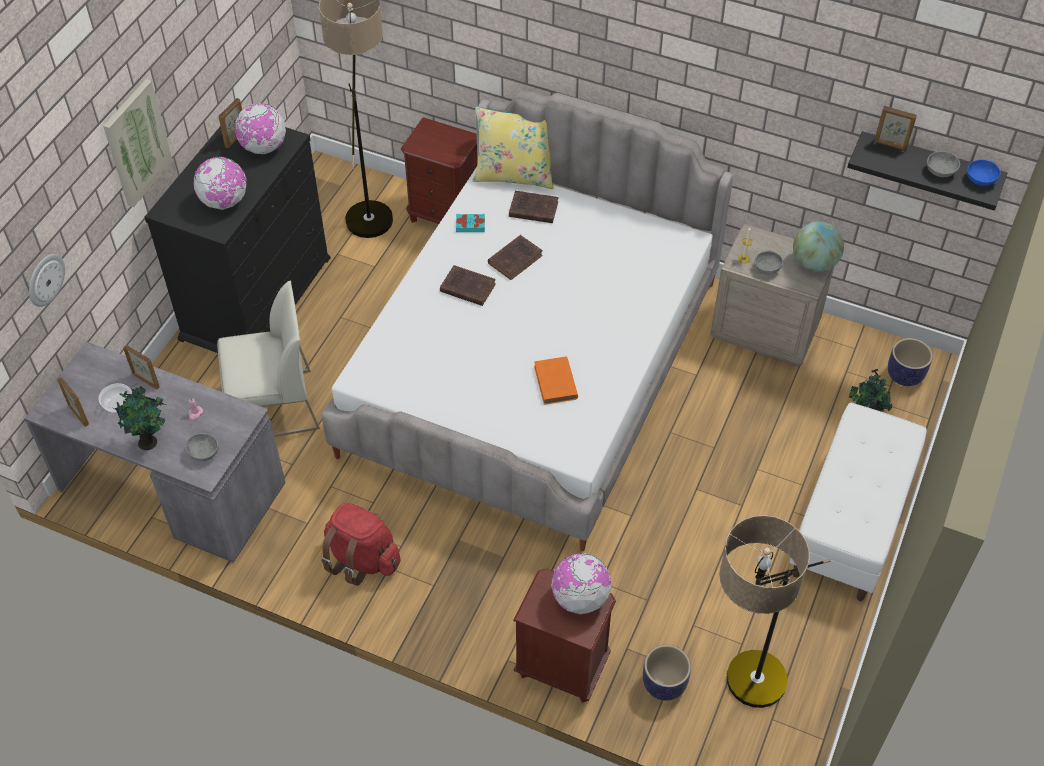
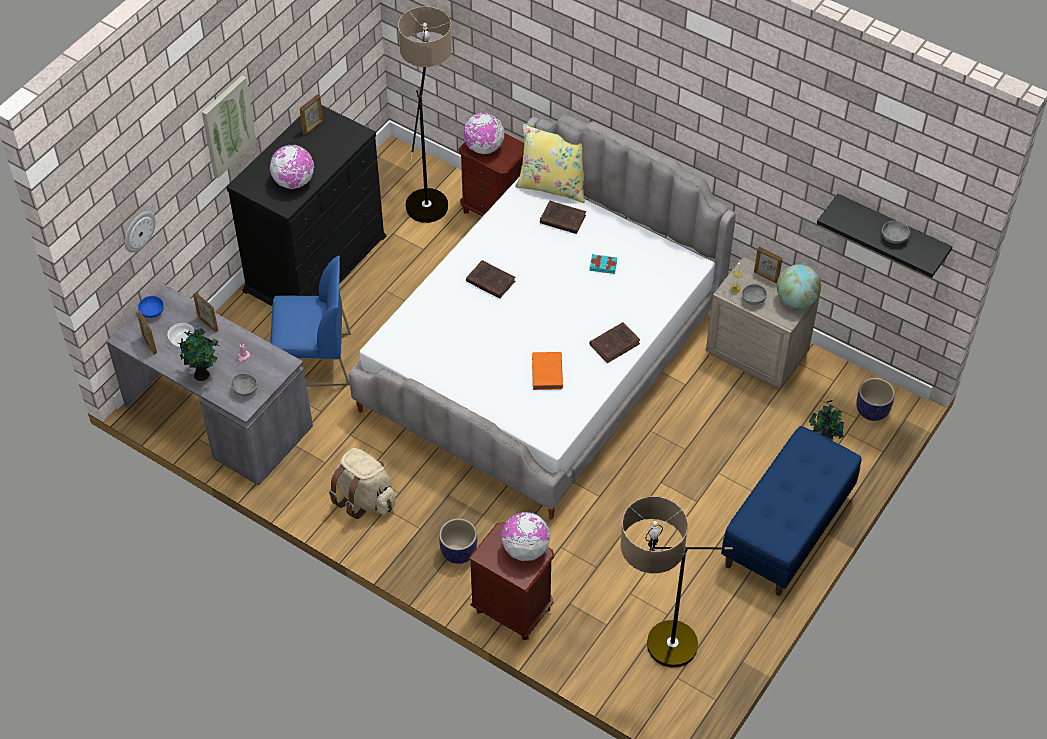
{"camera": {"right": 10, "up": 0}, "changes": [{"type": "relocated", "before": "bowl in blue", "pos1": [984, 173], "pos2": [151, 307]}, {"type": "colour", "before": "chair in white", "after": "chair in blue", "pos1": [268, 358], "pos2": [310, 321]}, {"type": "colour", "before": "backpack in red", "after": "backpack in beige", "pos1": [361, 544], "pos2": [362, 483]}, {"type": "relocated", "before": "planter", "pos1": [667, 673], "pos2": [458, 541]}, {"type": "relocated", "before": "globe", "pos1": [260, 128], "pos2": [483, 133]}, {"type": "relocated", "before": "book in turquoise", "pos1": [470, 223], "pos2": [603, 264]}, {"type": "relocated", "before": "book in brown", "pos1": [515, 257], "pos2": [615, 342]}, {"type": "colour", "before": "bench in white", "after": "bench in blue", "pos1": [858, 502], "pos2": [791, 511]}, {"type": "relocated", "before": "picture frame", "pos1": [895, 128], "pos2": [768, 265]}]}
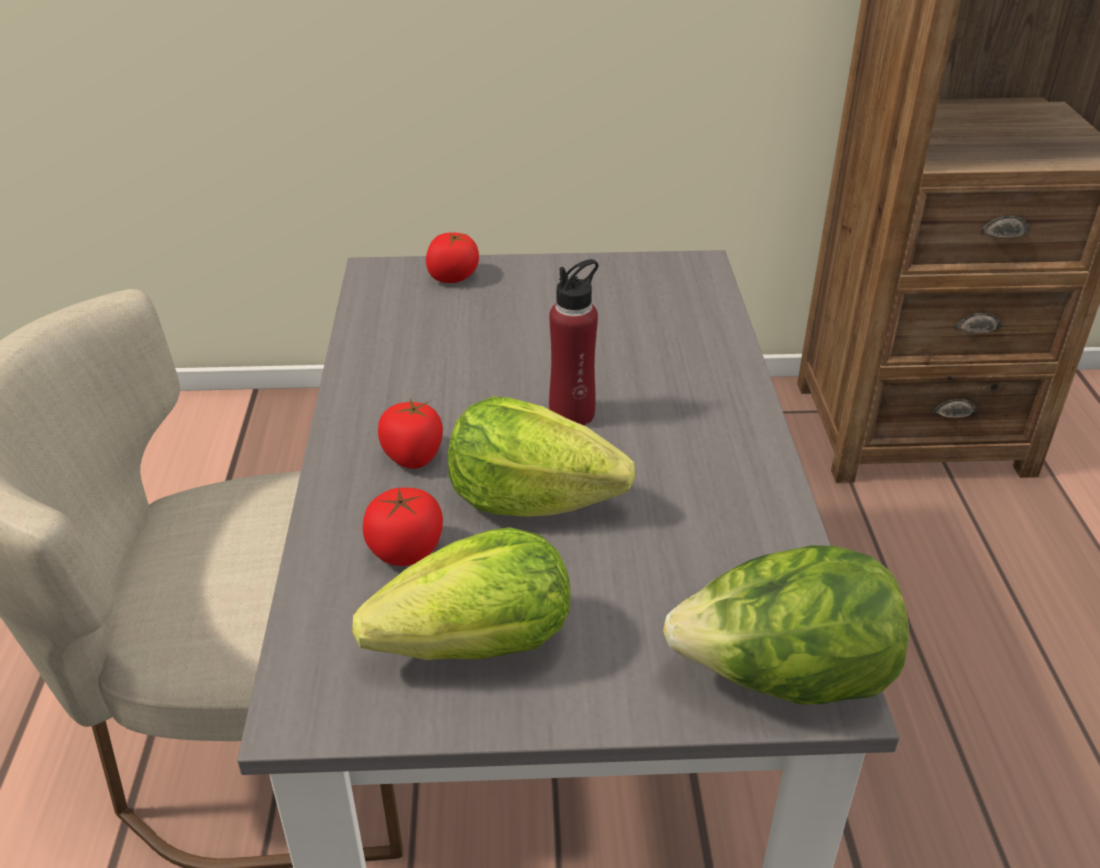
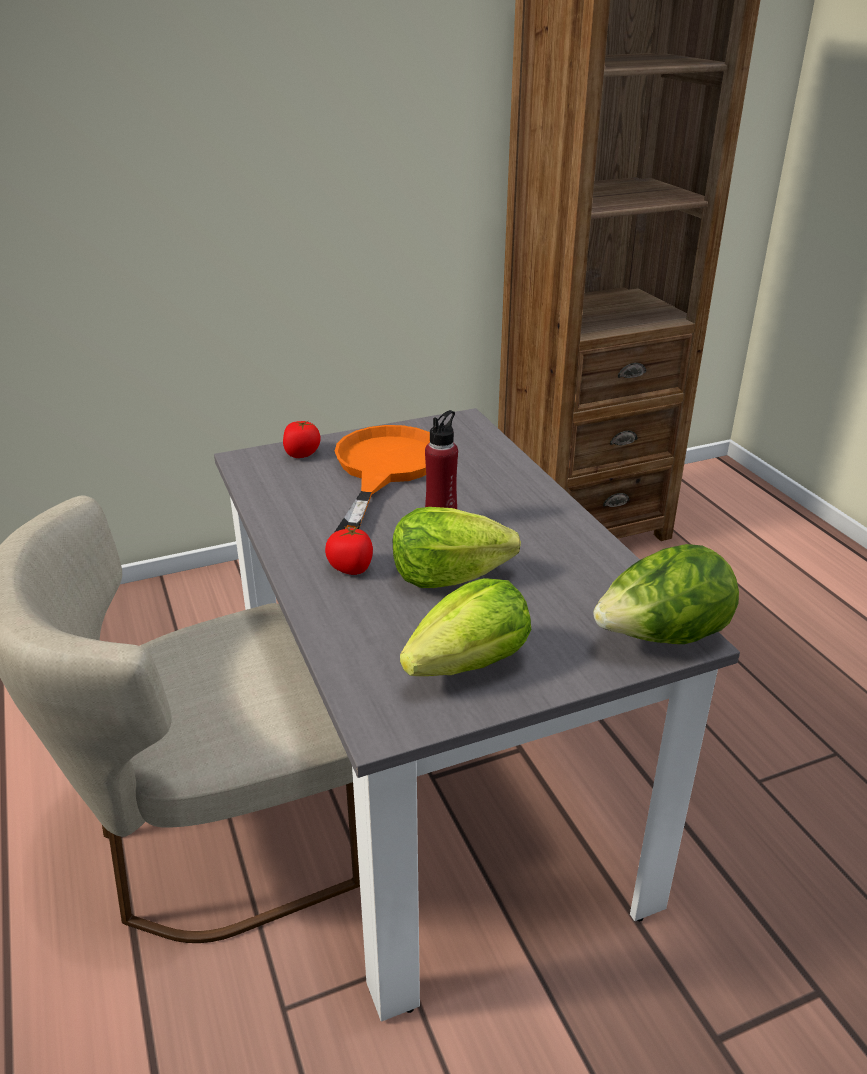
{"camera": {"right": -20, "up": -5}, "changes": [{"type": "appeared", "after": "frying pan in orange", "pos2": [382, 478]}, {"type": "missing", "before": "tomato", "pos1": [403, 527]}]}
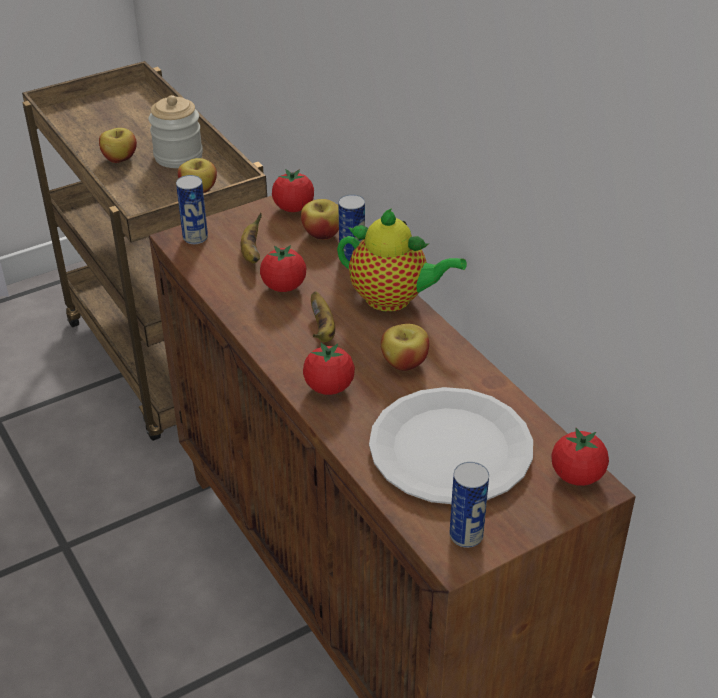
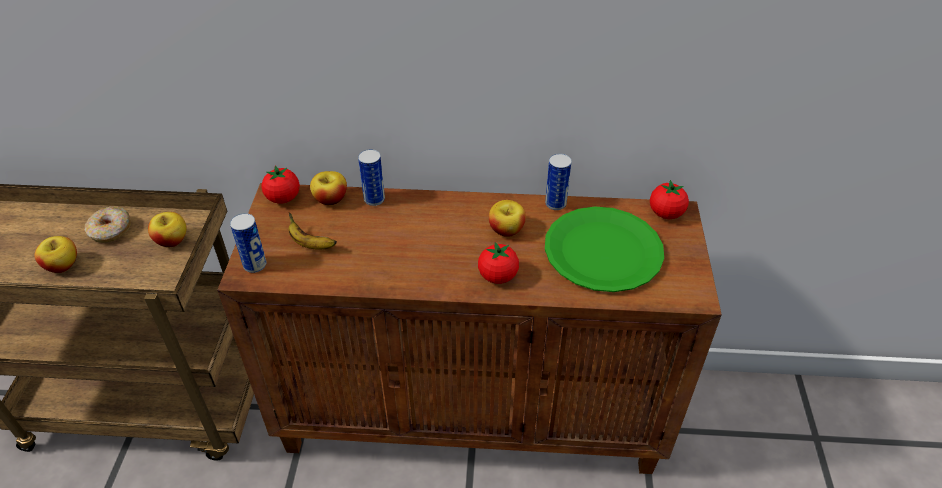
{"camera": {"right": -55, "up": 5}, "changes": [{"type": "exchanged", "before": "jar", "after": "donut", "pos1": [176, 131], "pos2": [107, 224]}, {"type": "relocated", "before": "can", "pos1": [469, 505], "pos2": [558, 181]}, {"type": "colour", "before": "plate in white", "after": "plate in green", "pos1": [451, 445], "pos2": [604, 249]}, {"type": "missing", "before": "tomato", "pos1": [283, 268]}, {"type": "missing", "before": "banana", "pos1": [323, 316]}, {"type": "missing", "before": "teapot", "pos1": [402, 260]}]}
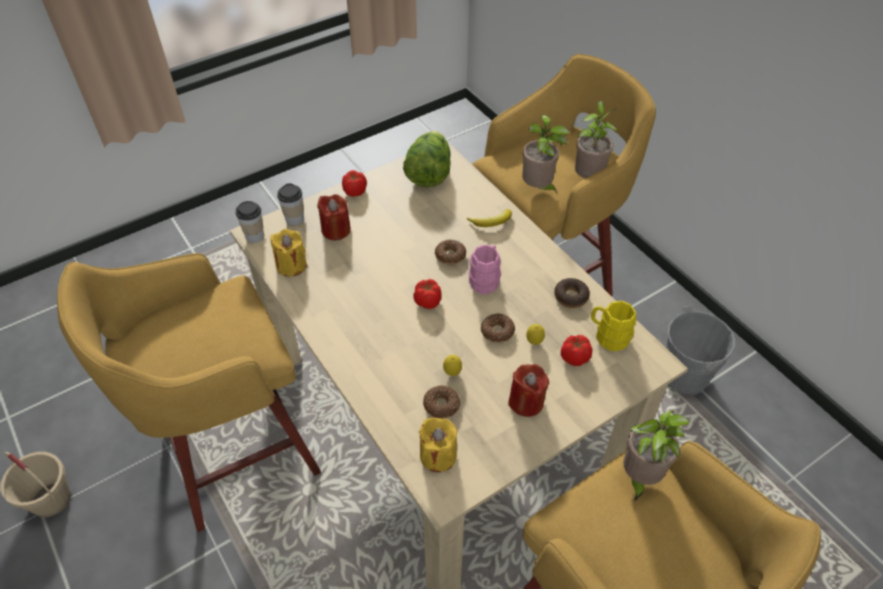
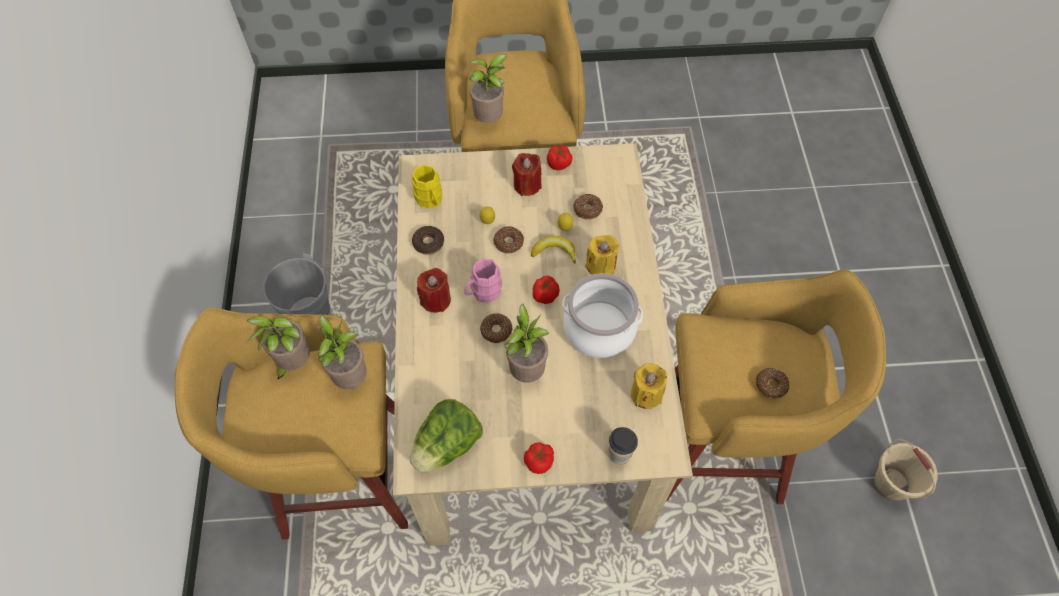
{"camera": {"right": -150, "up": 10}, "changes": [{"type": "relocated", "before": "candle in red", "pos1": [334, 217], "pos2": [434, 290]}, {"type": "appeared", "after": "potted plant", "pos2": [526, 343]}, {"type": "relocated", "before": "banana", "pos1": [489, 218], "pos2": [553, 250]}, {"type": "relocated", "before": "tomato", "pos1": [576, 350], "pos2": [559, 157]}, {"type": "appeared", "after": "cooking pot", "pos2": [602, 315]}, {"type": "relocated", "before": "candle in yellow", "pos1": [438, 445], "pos2": [602, 255]}, {"type": "appeared", "after": "donut", "pos2": [772, 383]}, {"type": "missing", "before": "cup", "pos1": [250, 222]}]}
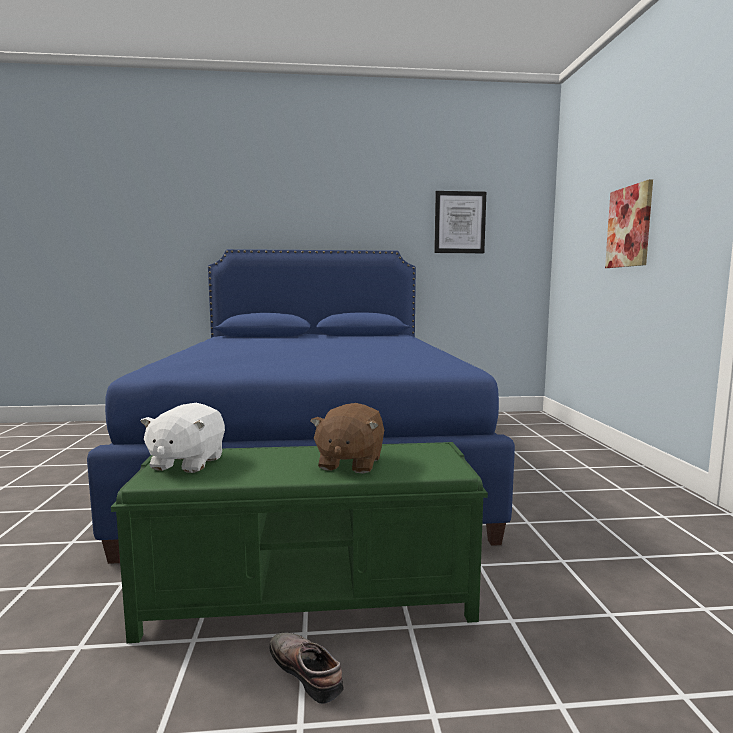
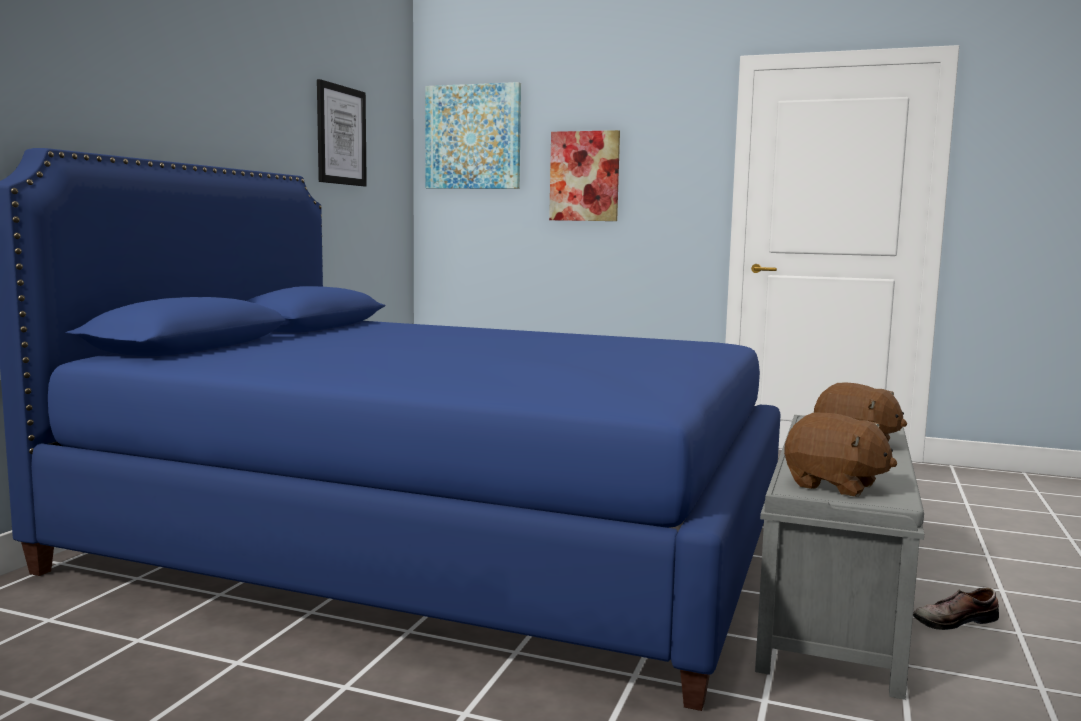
{"camera": {"right": -65, "up": 0}, "changes": [{"type": "appeared", "after": "picture", "pos2": [473, 135]}, {"type": "colour", "before": "bench in green", "after": "bench in grey", "pos1": [299, 542], "pos2": [839, 557]}, {"type": "colour", "before": "plush toy in white", "after": "plush toy in brown", "pos1": [182, 438], "pos2": [840, 455]}]}
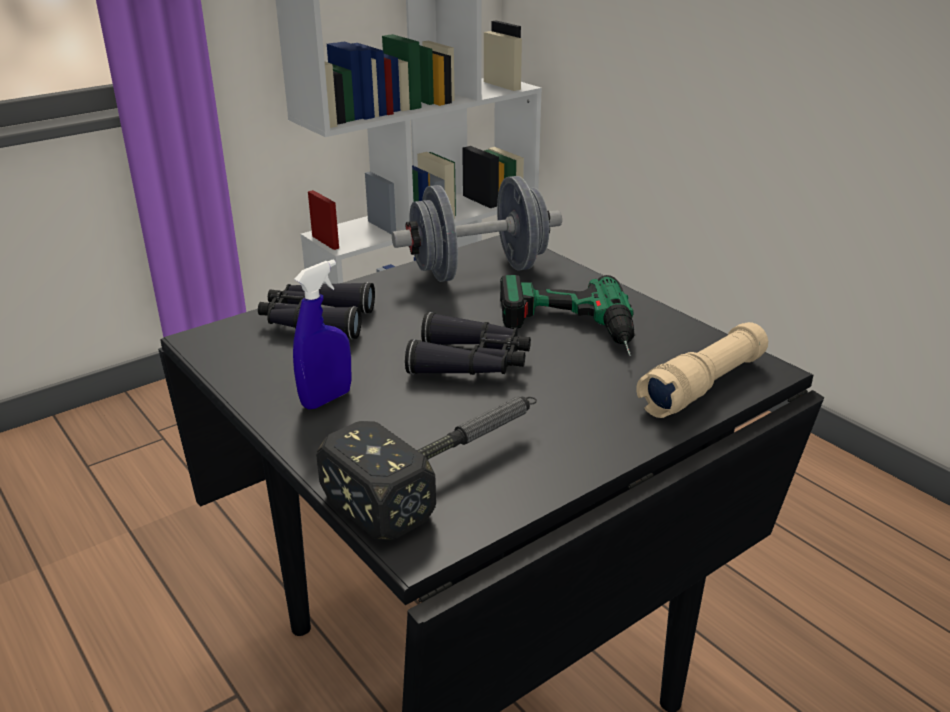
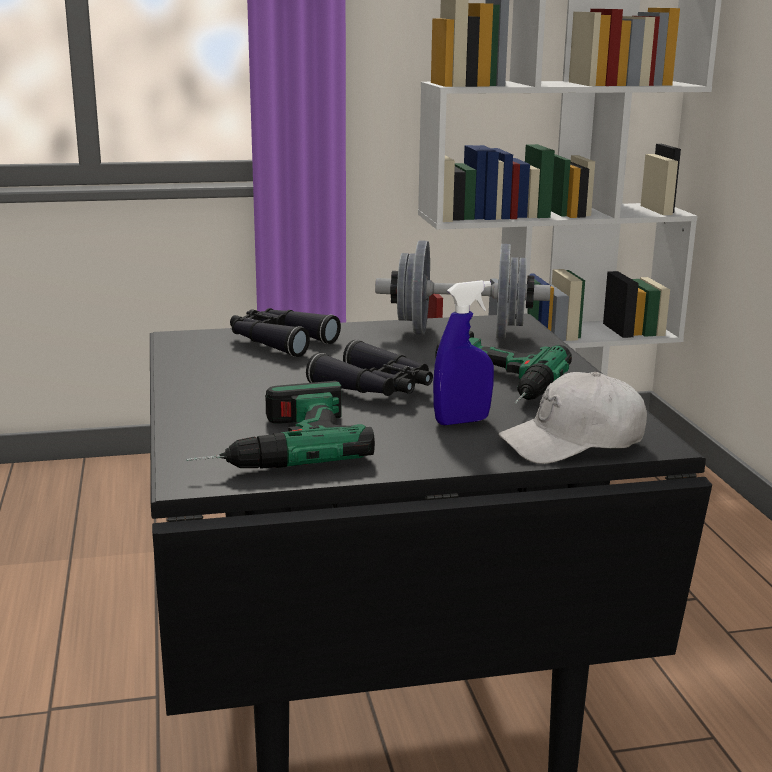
{"camera": {"right": 25, "up": -10}, "changes": [{"type": "exchanged", "before": "hammer", "after": "power drill", "pos1": [426, 468], "pos2": [281, 425]}, {"type": "relocated", "before": "spray bottle in blue", "pos1": [322, 335], "pos2": [463, 352]}, {"type": "exchanged", "before": "flashlight in beige", "after": "cap in white", "pos1": [702, 370], "pos2": [572, 418]}]}
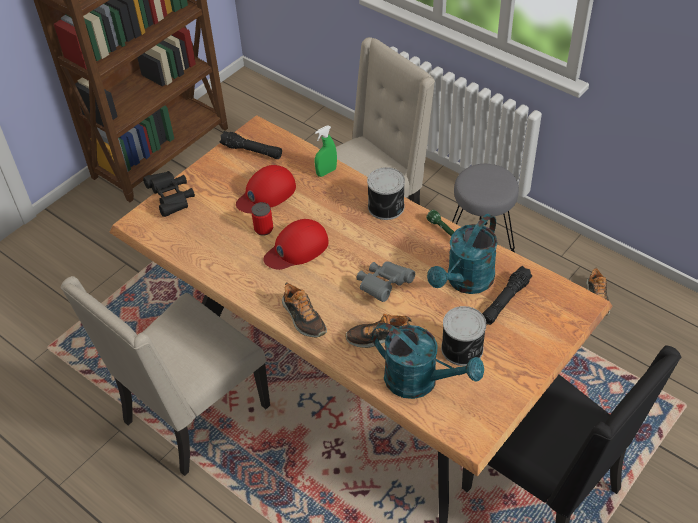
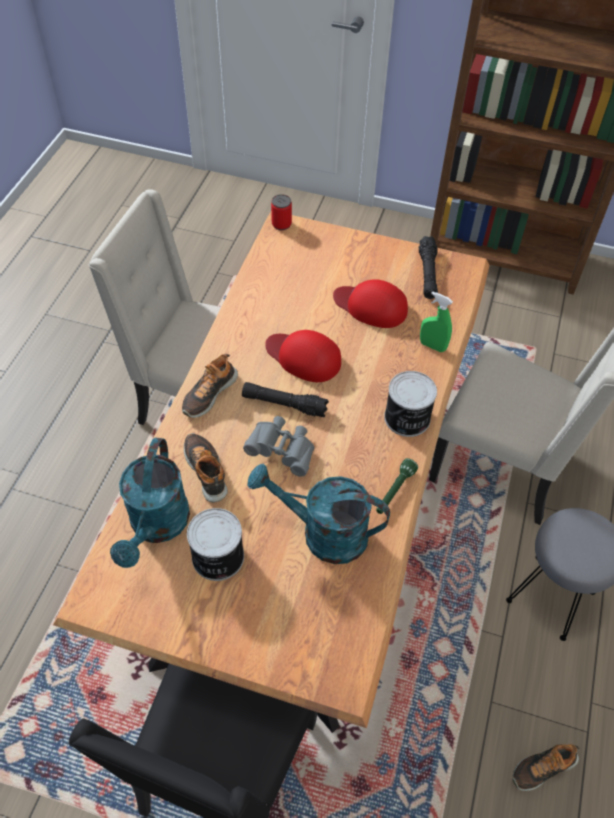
{"camera": {"right": 65, "up": 5}, "changes": [{"type": "relocated", "before": "flashlight in black", "pos1": [507, 295], "pos2": [285, 399]}, {"type": "relocated", "before": "can", "pos1": [262, 219], "pos2": [281, 212]}, {"type": "missing", "before": "binoculars in black", "pos1": [169, 194]}]}
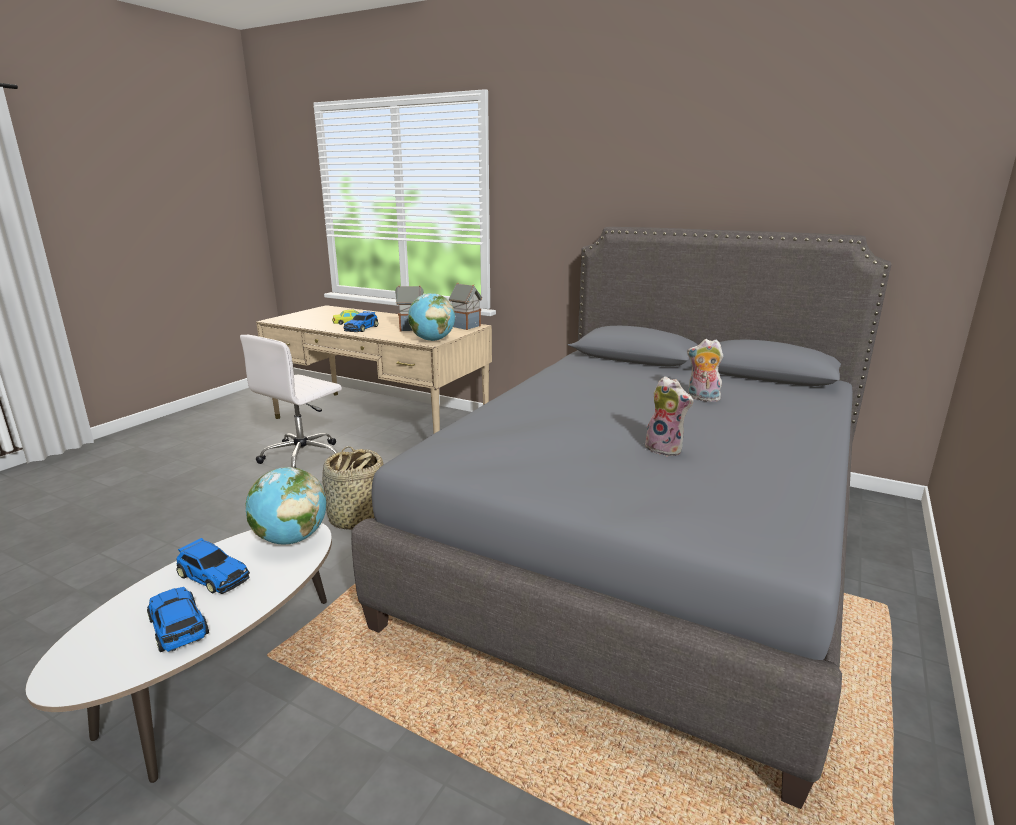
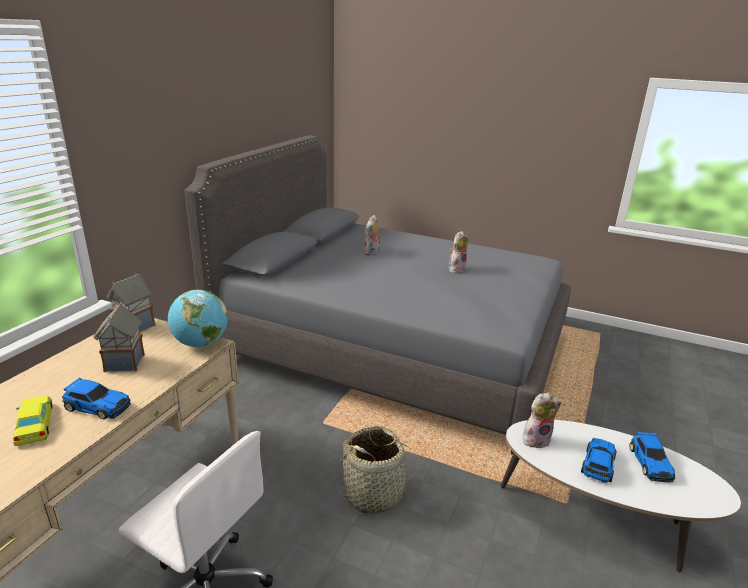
{"camera": {"right": -95, "up": 5}, "changes": [{"type": "exchanged", "before": "globe", "after": "plush toy", "pos1": [286, 505], "pos2": [542, 420]}, {"type": "spun", "before": "toy car", "pos1": [178, 619], "pos2": [652, 457], "turn": -45}]}
